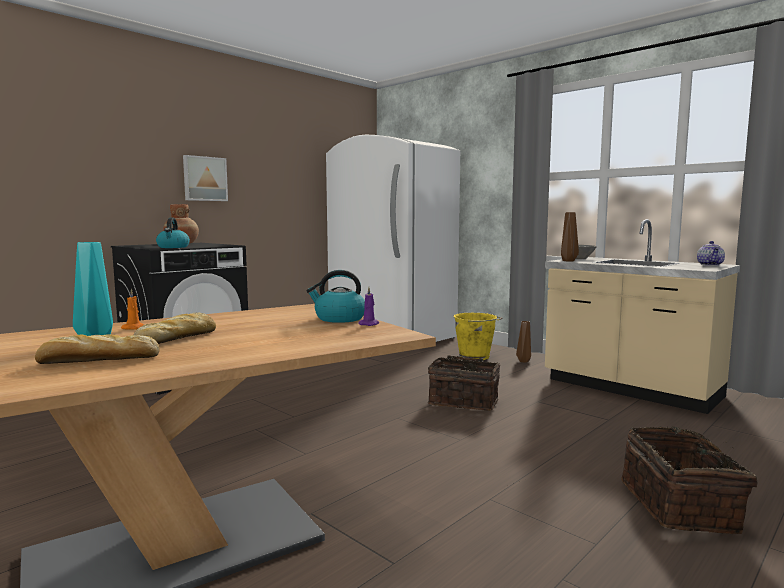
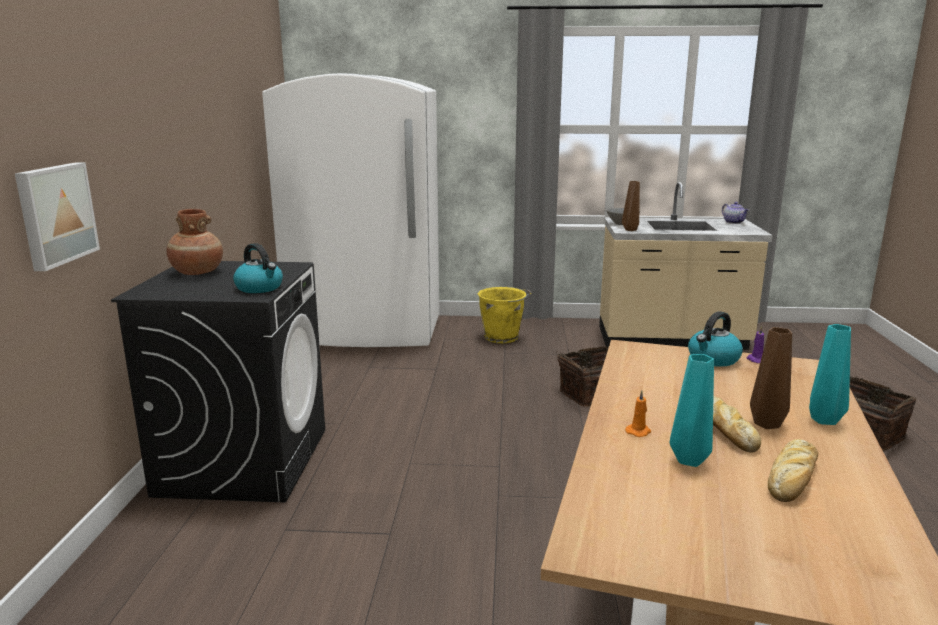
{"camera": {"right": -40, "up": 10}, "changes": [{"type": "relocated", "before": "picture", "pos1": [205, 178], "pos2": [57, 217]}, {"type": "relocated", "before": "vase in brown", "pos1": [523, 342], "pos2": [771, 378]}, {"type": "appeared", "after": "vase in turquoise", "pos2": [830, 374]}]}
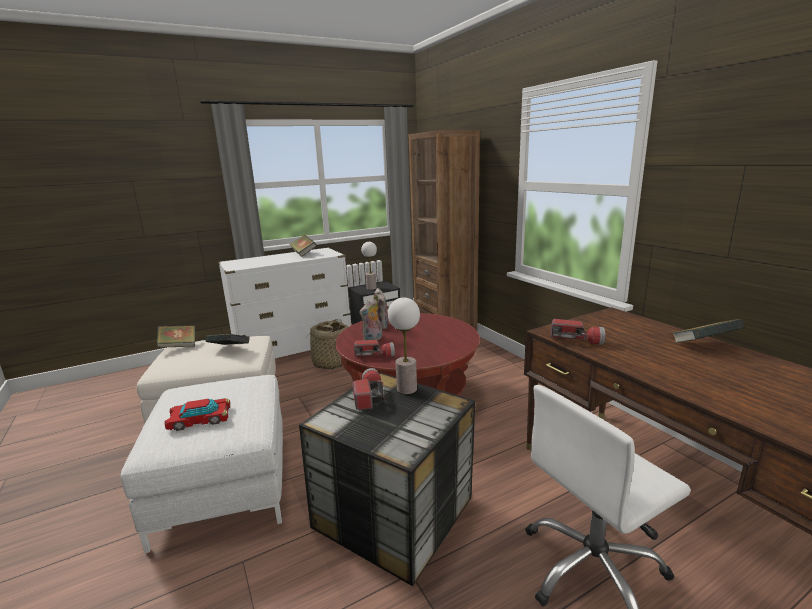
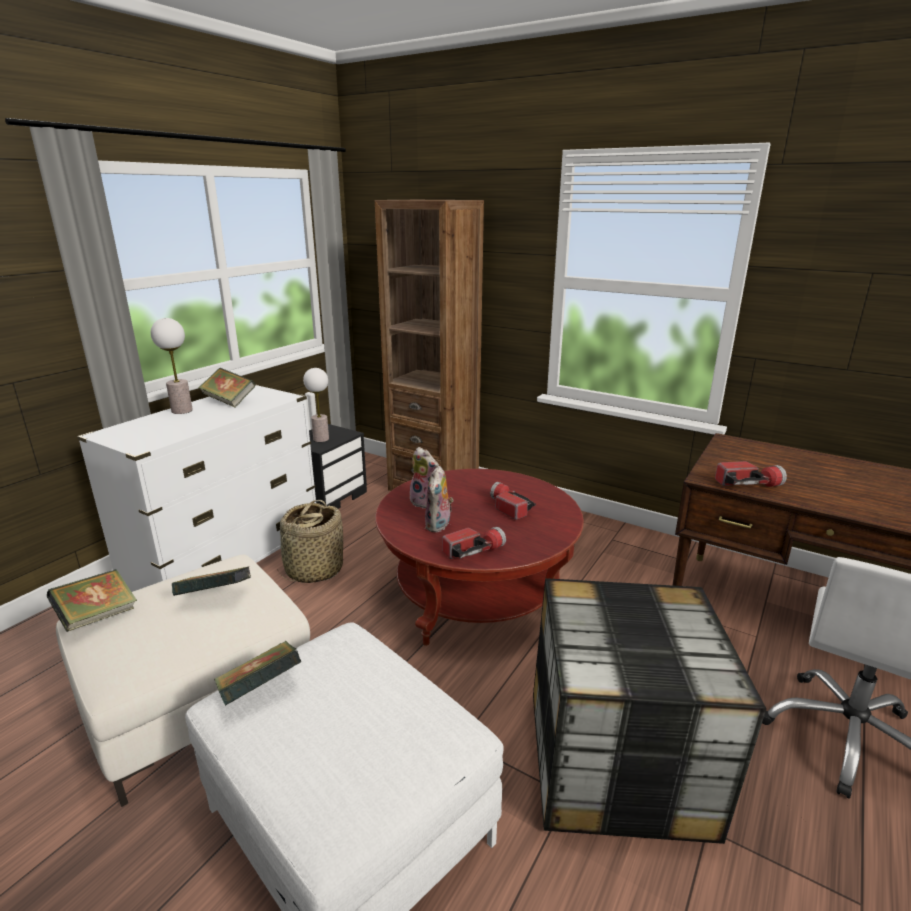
{"camera": {"right": -30, "up": 5}, "changes": [{"type": "relocated", "before": "table lamp", "pos1": [404, 345], "pos2": [172, 366]}, {"type": "relocated", "before": "book", "pos1": [709, 331], "pos2": [257, 673]}, {"type": "relocated", "before": "flashlight", "pos1": [369, 389], "pos2": [513, 501]}, {"type": "missing", "before": "toy car", "pos1": [197, 414]}]}
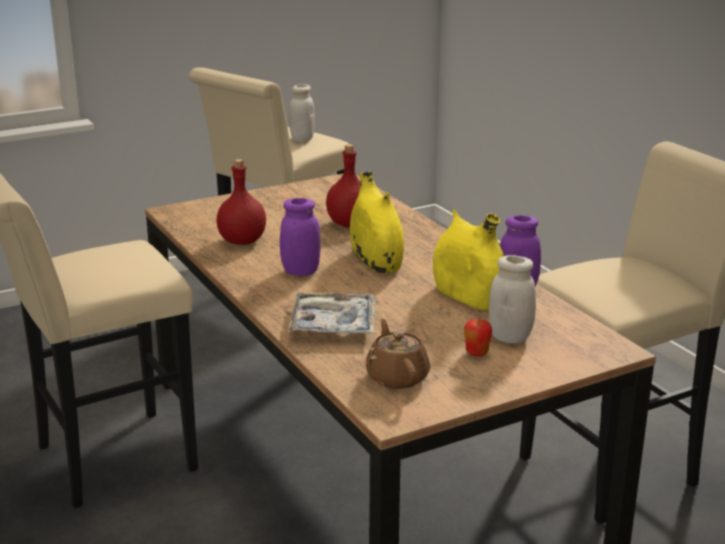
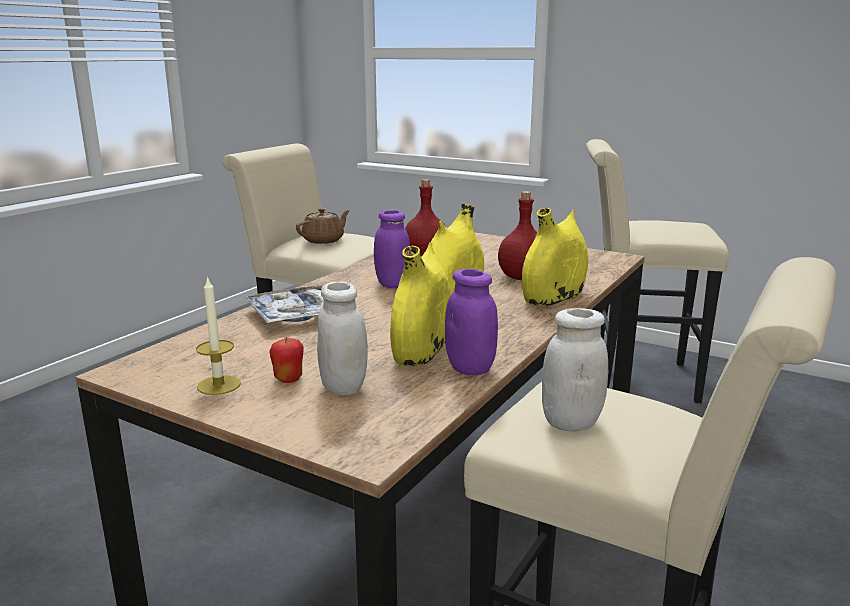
{"camera": {"right": 60, "up": -5}, "changes": [{"type": "appeared", "after": "candle", "pos2": [218, 335]}, {"type": "relocated", "before": "teapot in brown", "pos1": [398, 354], "pos2": [323, 226]}, {"type": "appeared", "after": "vase in yellow", "pos2": [555, 257]}, {"type": "relocated", "before": "jar in white", "pos1": [302, 113], "pos2": [575, 369]}]}
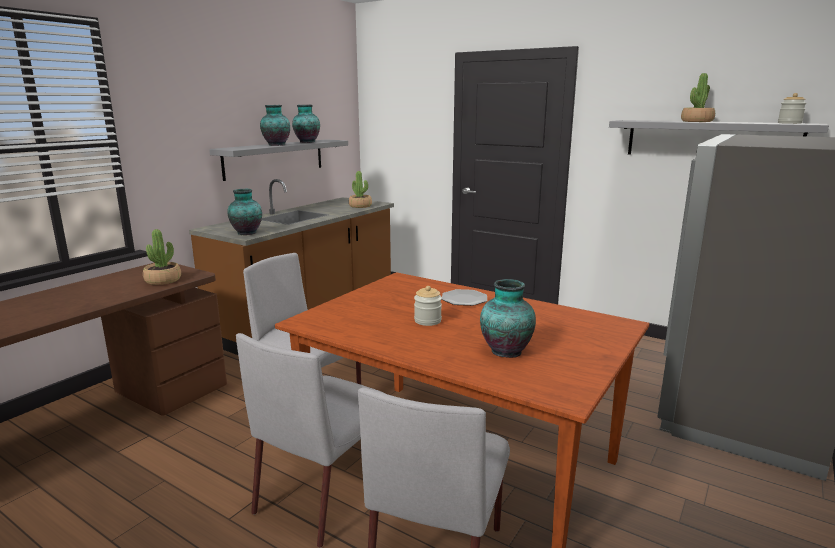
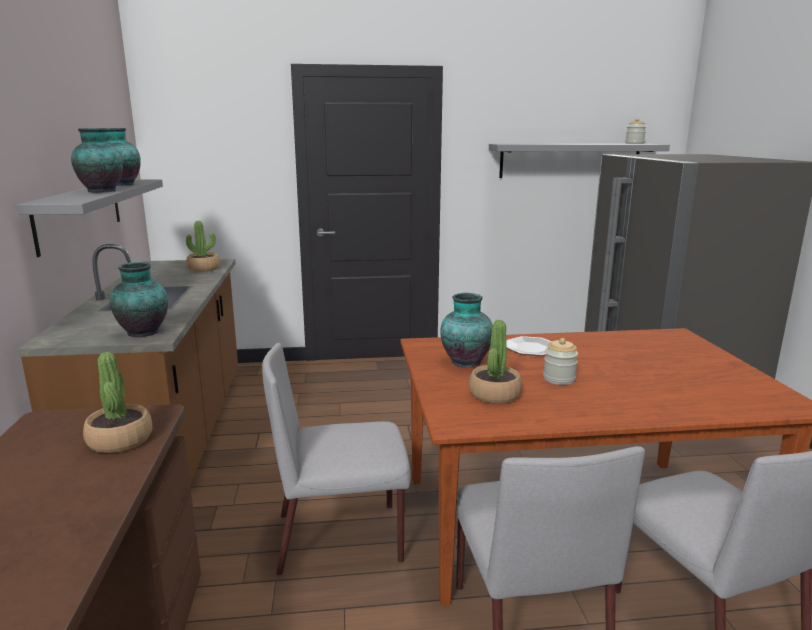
{"camera": {"right": -40, "up": 0}, "changes": [{"type": "relocated", "before": "vase", "pos1": [508, 318], "pos2": [466, 330]}, {"type": "relocated", "before": "potted plant", "pos1": [698, 97], "pos2": [495, 362]}]}
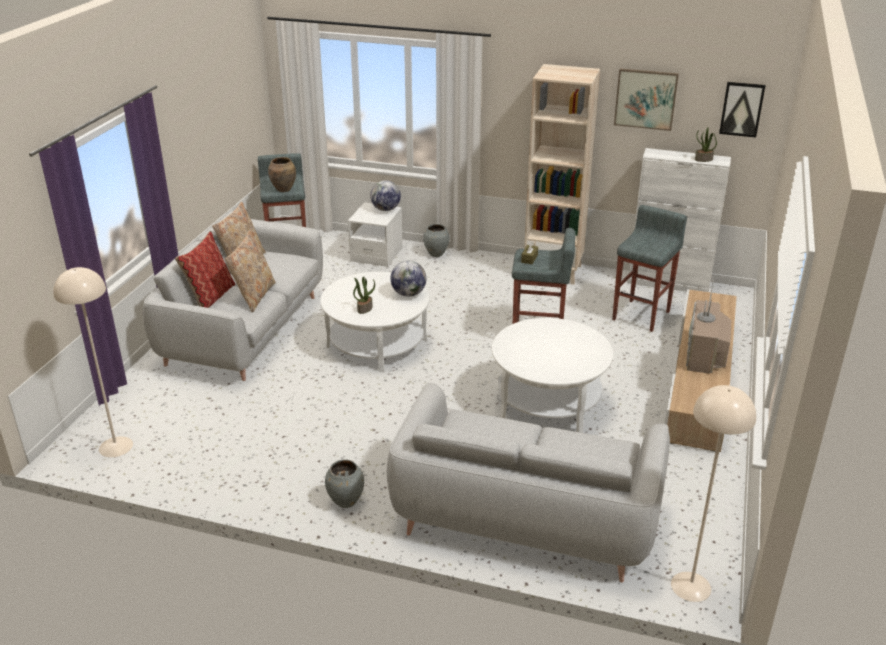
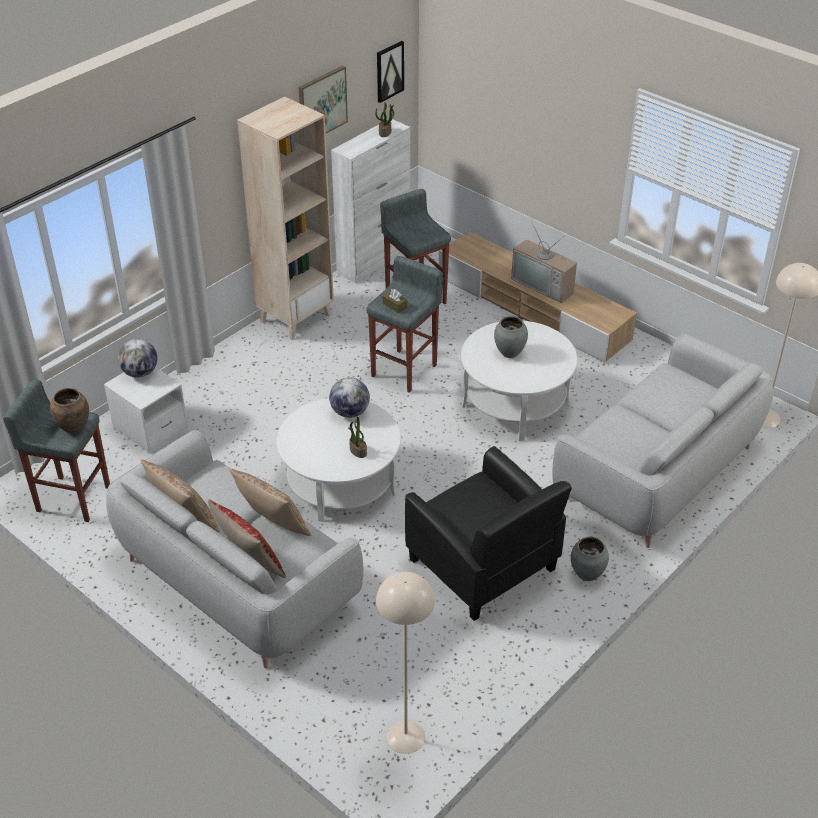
{"camera": {"right": -65, "up": 10}, "changes": [{"type": "appeared", "after": "armchair in black", "pos2": [488, 533]}, {"type": "relocated", "before": "vase in grey", "pos1": [436, 240], "pos2": [511, 337]}]}
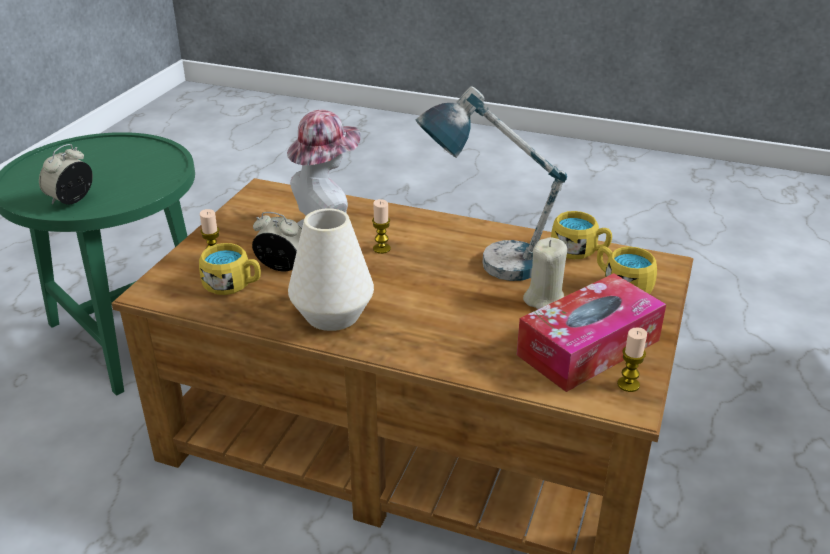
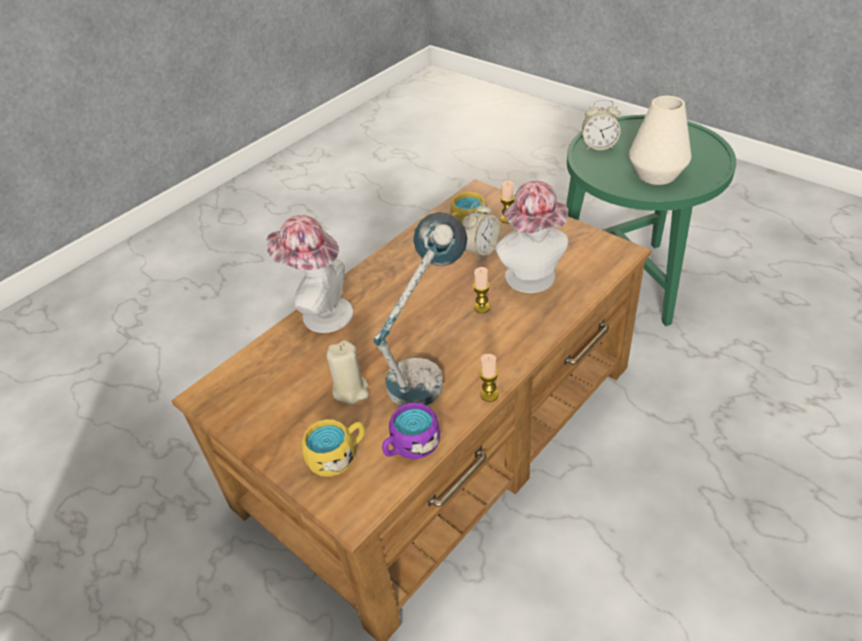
{"camera": {"right": 115, "up": 10}, "changes": [{"type": "appeared", "after": "hat", "pos2": [309, 274]}, {"type": "colour", "before": "mug in yellow", "after": "mug in purple", "pos1": [581, 235], "pos2": [411, 430]}, {"type": "relocated", "before": "candle", "pos1": [632, 359], "pos2": [489, 378]}, {"type": "spun", "before": "alarm clock", "pos1": [66, 174], "pos2": [601, 124], "turn": 135}, {"type": "relocated", "before": "vase in white", "pos1": [331, 269], "pos2": [660, 140]}, {"type": "missing", "before": "tissue box", "pos1": [591, 332]}]}
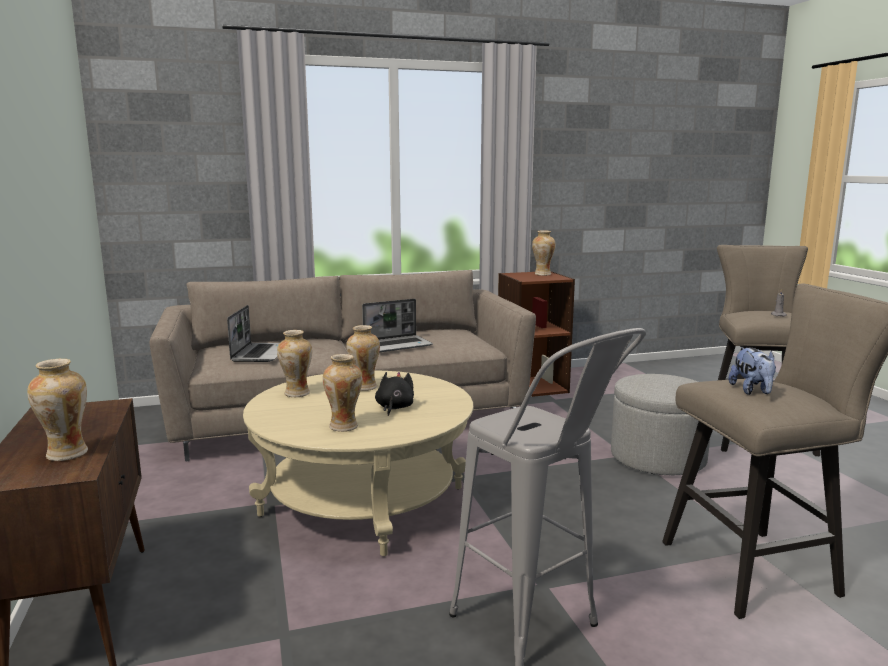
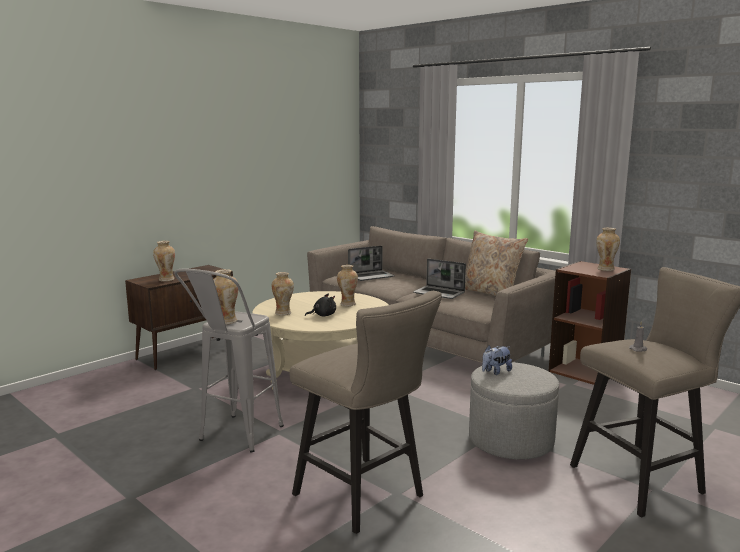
{"camera": {"right": 60, "up": 0}, "changes": [{"type": "relocated", "before": "vase", "pos1": [294, 363], "pos2": [225, 297]}, {"type": "appeared", "after": "pillow in beige", "pos2": [496, 263]}, {"type": "relocated", "before": "plush toy", "pos1": [752, 371], "pos2": [497, 360]}]}
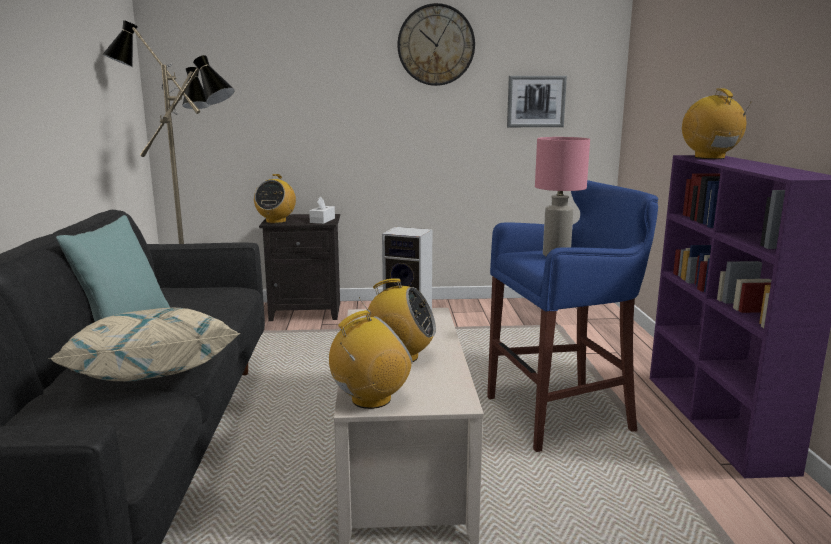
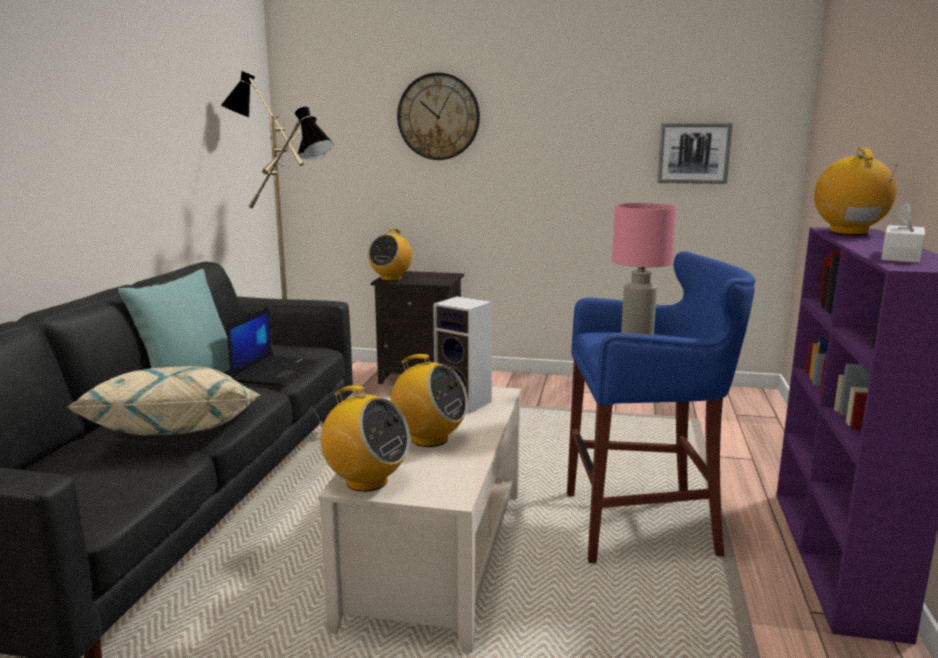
{"camera": {"right": 15, "up": 0}, "changes": [{"type": "appeared", "after": "laptop", "pos2": [273, 346]}, {"type": "spun", "before": "radio", "pos1": [371, 359], "pos2": [361, 438], "turn": 45}, {"type": "relocated", "before": "wall clock", "pos1": [436, 44], "pos2": [438, 116]}, {"type": "relocated", "before": "tissue box in white", "pos1": [322, 210], "pos2": [903, 233]}]}
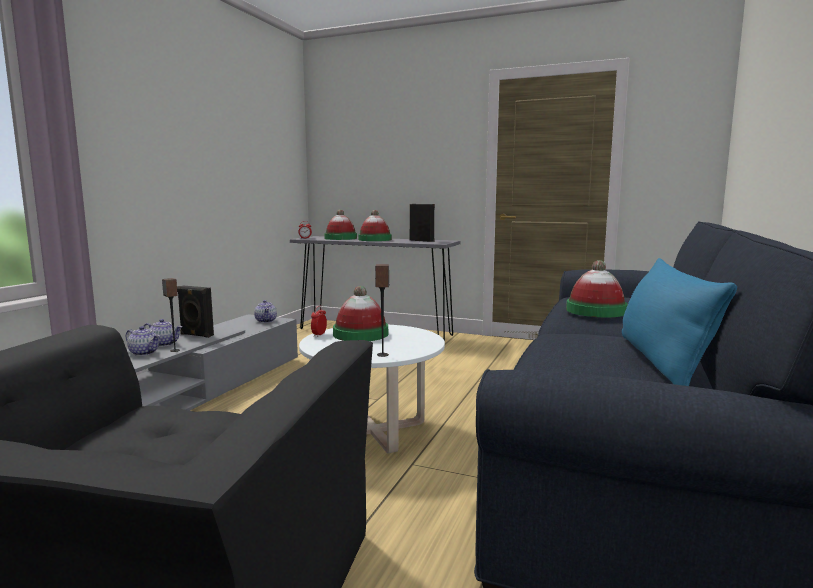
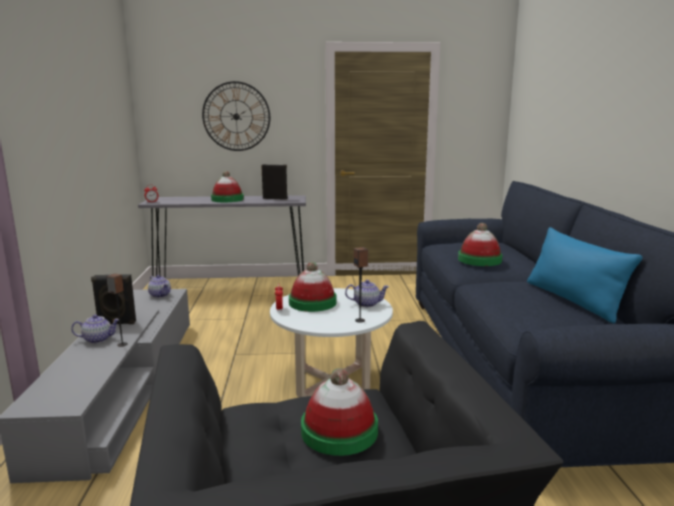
{"camera": {"right": -25, "up": 5}, "changes": [{"type": "appeared", "after": "wall clock", "pos2": [236, 116]}, {"type": "relocated", "before": "hat", "pos1": [340, 224], "pos2": [339, 412]}, {"type": "relocated", "before": "teapot", "pos1": [143, 341], "pos2": [367, 293]}]}
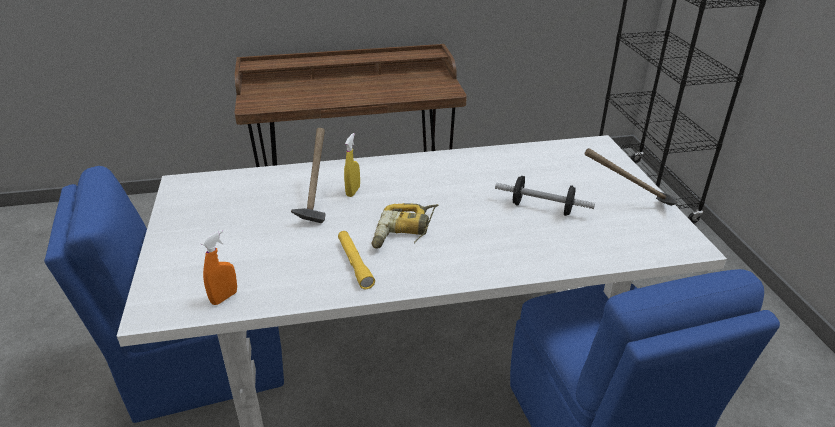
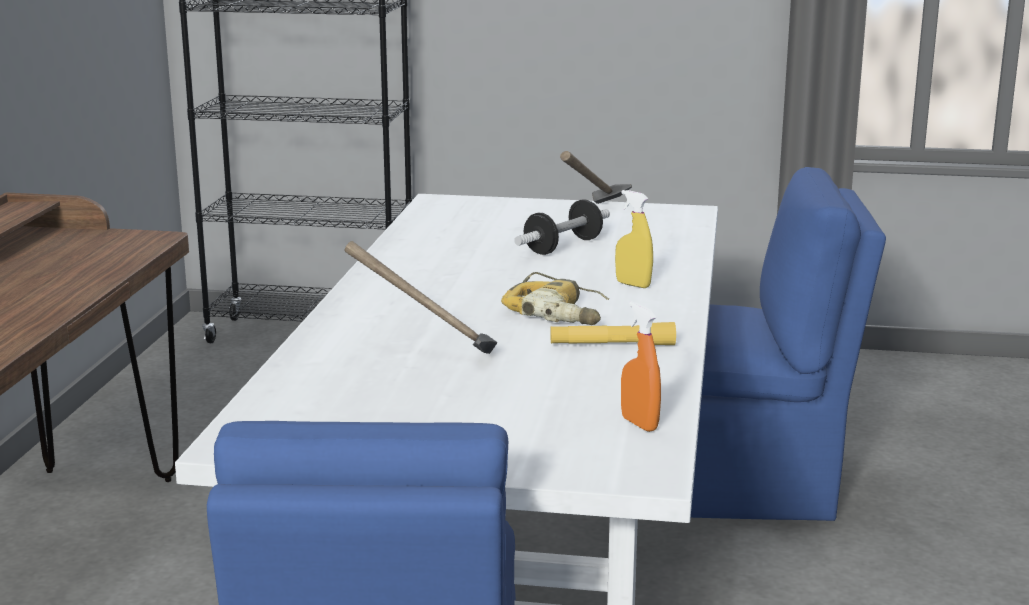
{"camera": {"right": -70, "up": -15}, "changes": [{"type": "relocated", "before": "spray bottle in yellow", "pos1": [352, 165], "pos2": [634, 239]}]}
